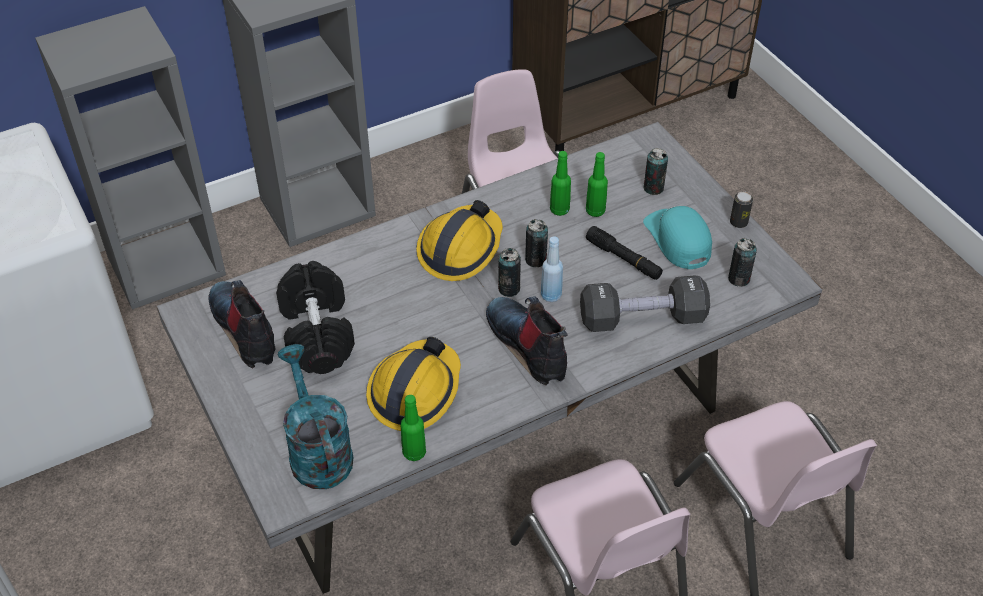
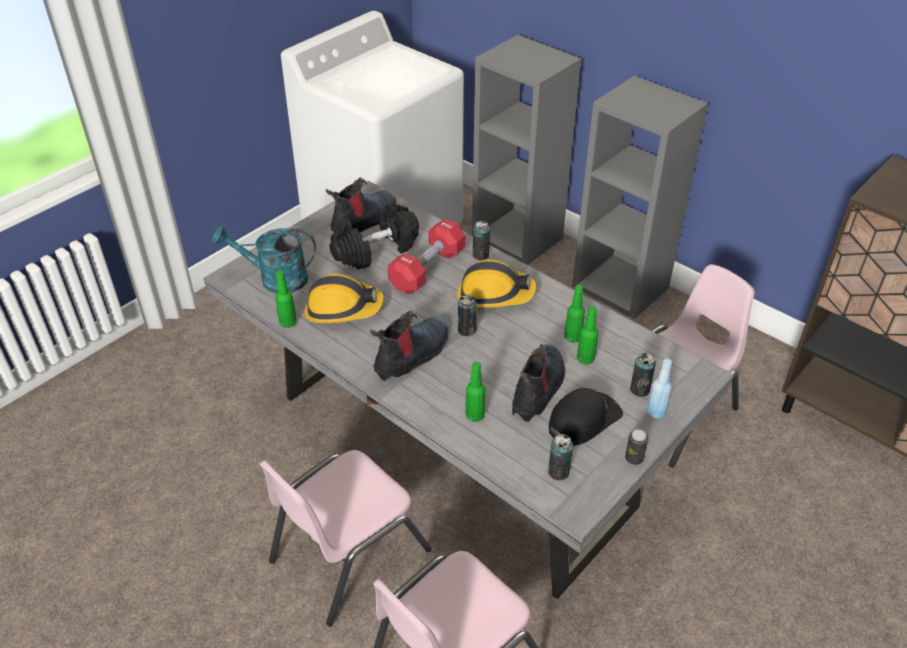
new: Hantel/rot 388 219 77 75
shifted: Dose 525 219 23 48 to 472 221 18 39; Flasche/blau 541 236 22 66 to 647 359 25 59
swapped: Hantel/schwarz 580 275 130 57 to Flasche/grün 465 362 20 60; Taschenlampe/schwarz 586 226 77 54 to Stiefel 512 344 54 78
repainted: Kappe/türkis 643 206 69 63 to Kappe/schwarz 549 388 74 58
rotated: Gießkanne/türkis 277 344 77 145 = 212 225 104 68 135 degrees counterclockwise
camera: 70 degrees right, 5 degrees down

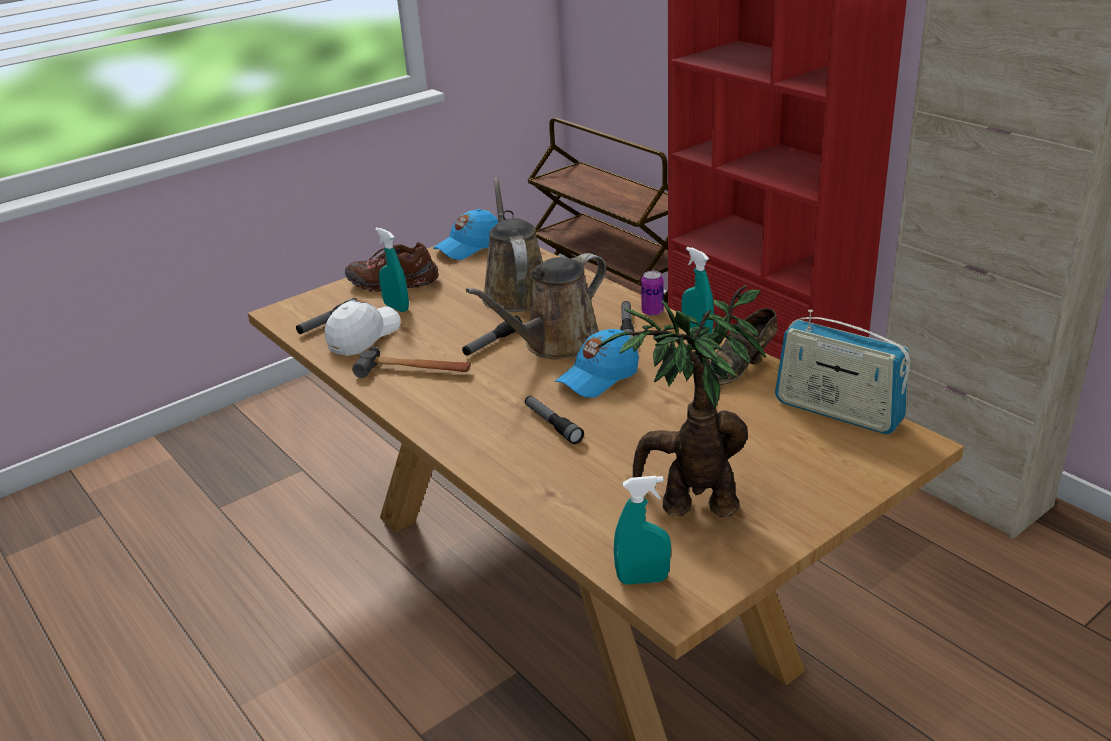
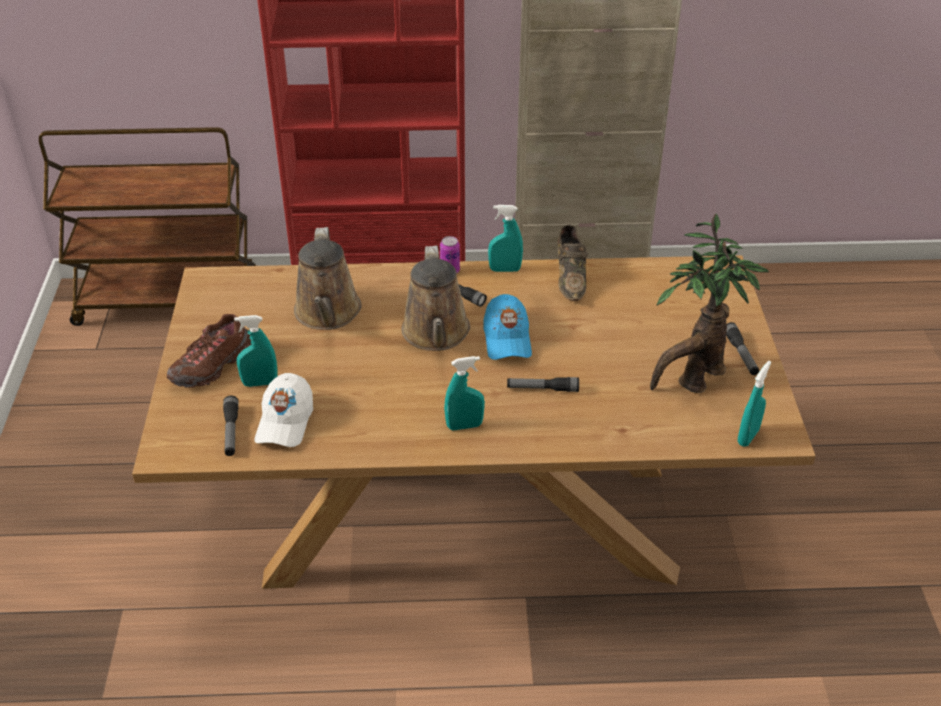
gone: Hammer 352 347 119 31; Kappe/blau 433 209 66 51; Radio 775 309 135 125
new: Sprühflasche/türkis 444 356 41 75
shifted: Taschenlampe 462 315 60 41 to 726 322 33 53
rotated: Kappe/weiß 325 300 76 56 = 254 373 59 74 150 degrees counterclockwise; Gießkanne/braun 482 177 61 135 = 294 227 68 103 120 degrees counterclockwise
camera: 55 degrees left, 10 degrees up

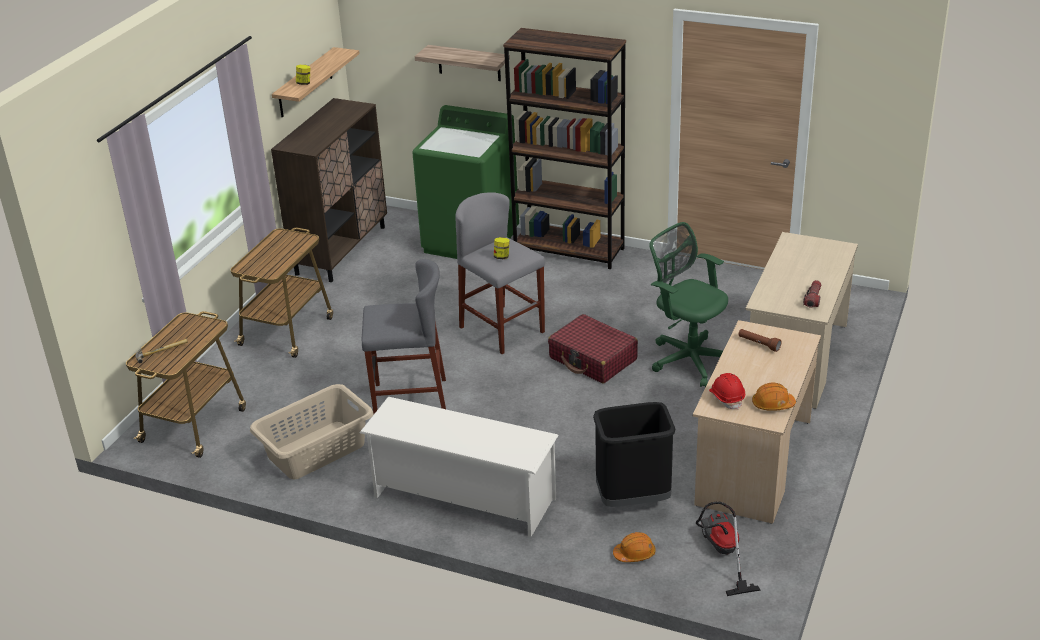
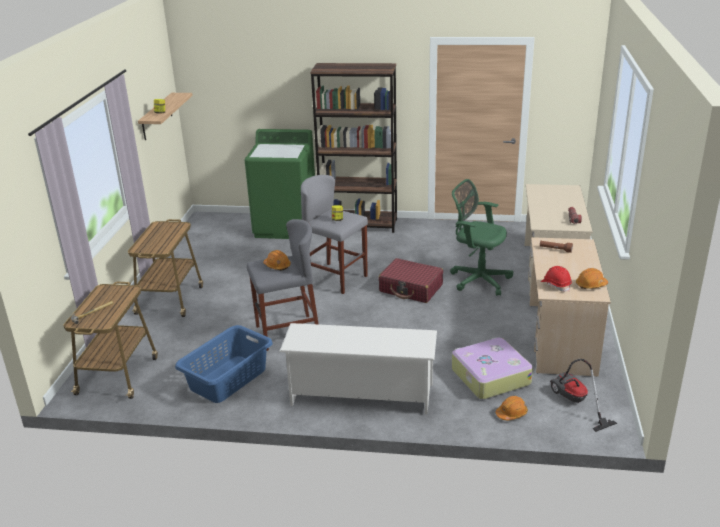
gone: Schrank/braun 271 98 116 184; Wandregal 415 45 95 36
new: Schutzhelm/orange 263 250 28 21
swapped: Mülleimer/schwarz 593 402 82 105 to Koffer 452 337 81 62
repainted: Wäschekorb/beige 250 384 123 95 to Wäschekorb/blau 175 325 98 78
camera: 15 degrees left, 5 degrees down

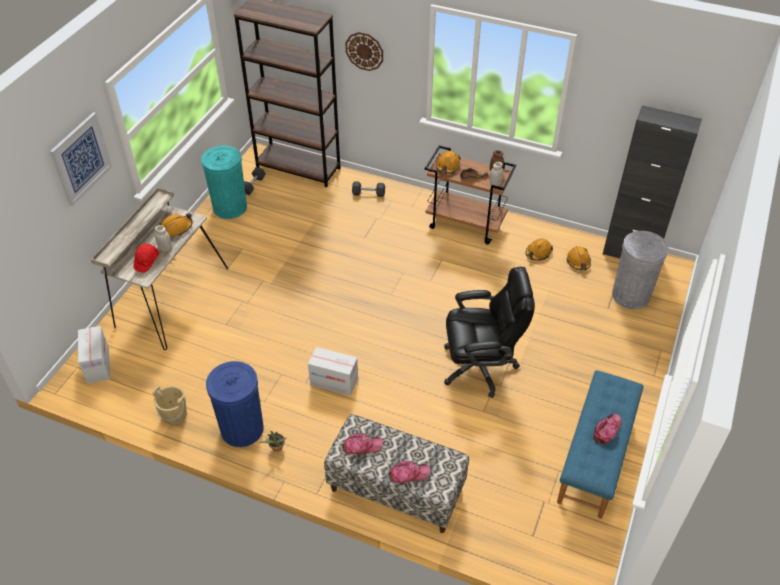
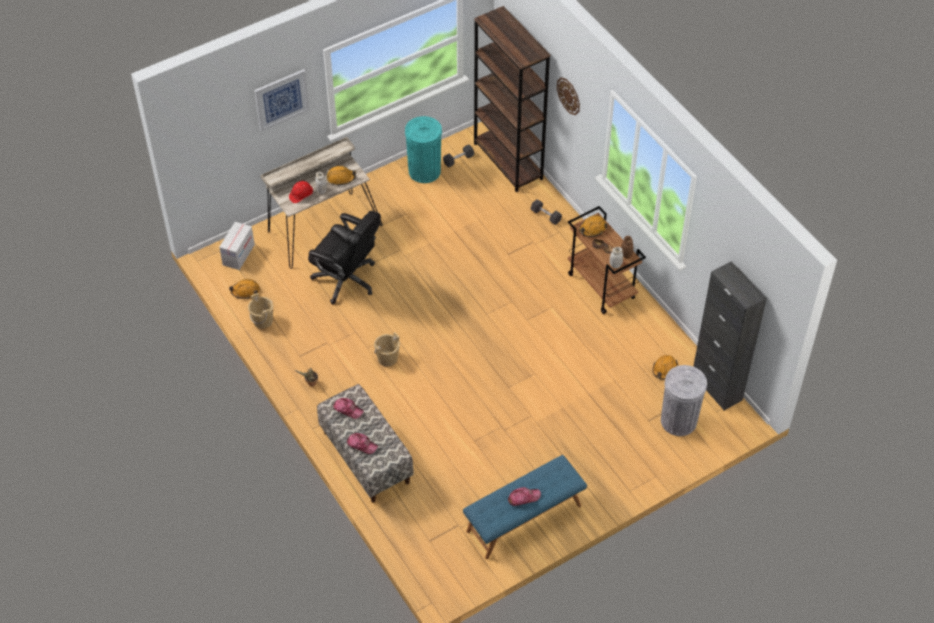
gone: Mülleimer/blau 206 361 57 86
shifted: Bürostuhl/schwarz 444 267 91 131 to 308 211 73 93; Schutzhelm/orange 525 238 28 23 to 229 279 31 20
swapped: Karton 308 347 50 49 to Eimer/beige 374 332 26 35
camera: 35 degrees right, 5 degrees up

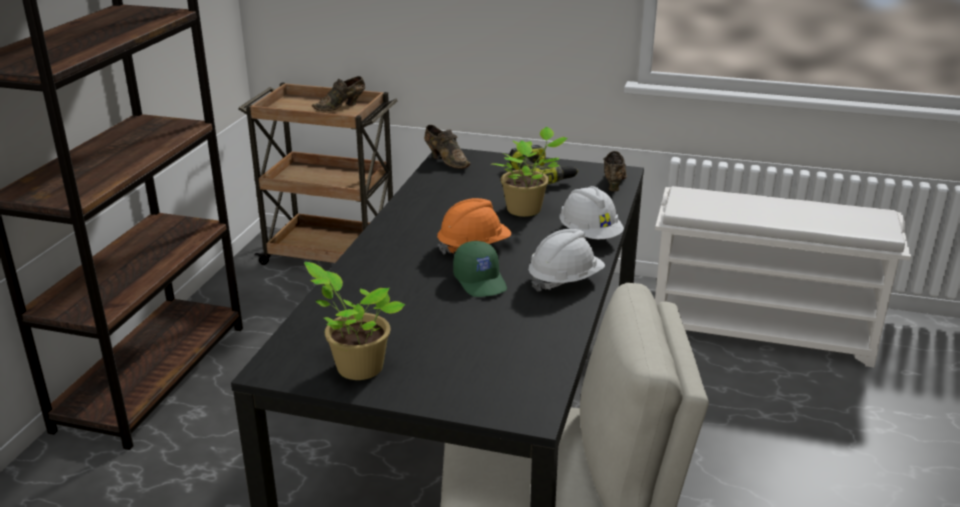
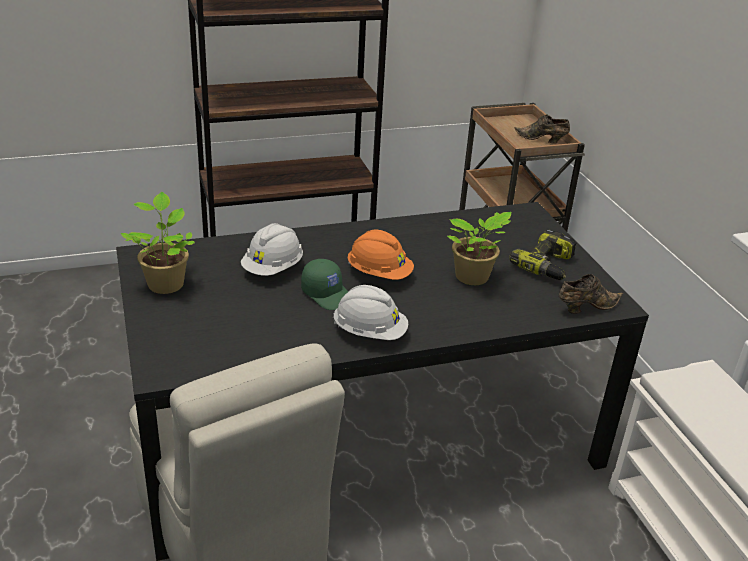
gone: Schuh/braun 424 125 47 44
shifted: Schutzhelm/weiß 559 186 65 53 to 241 223 62 53
rotated: Kappe/grün 453 241 54 56 = 301 259 47 51 75 degrees counterclockwise
camera: 55 degrees right, 5 degrees up

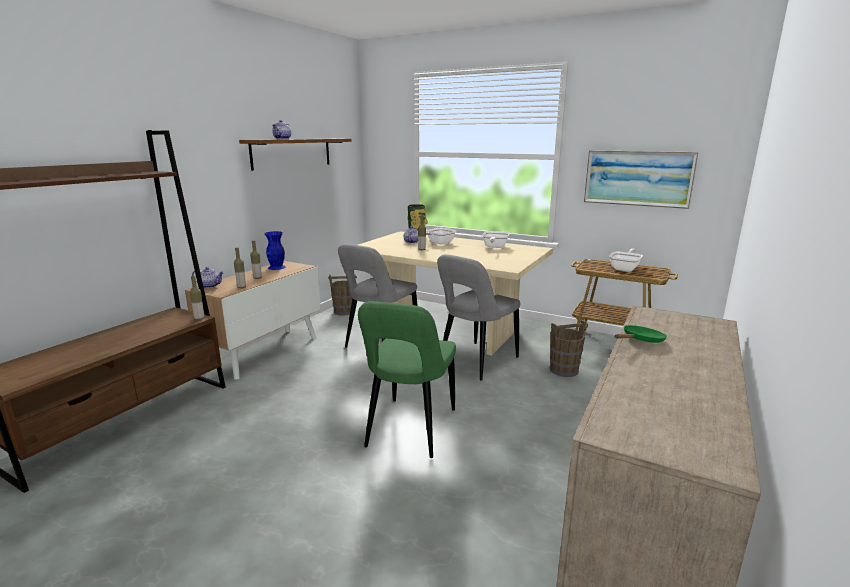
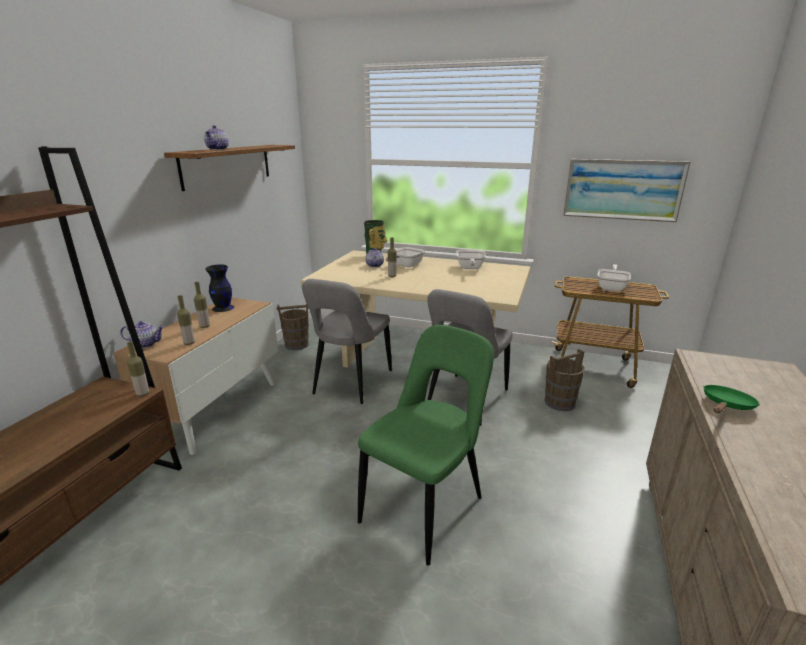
repainted: Vase/blau 265 231 21 39 to Vase/schwarz 205 264 29 48
rotated: Stuhl/grün 358 301 98 157 = 358 325 136 241 150 degrees counterclockwise
camera: 10 degrees left, 5 degrees up

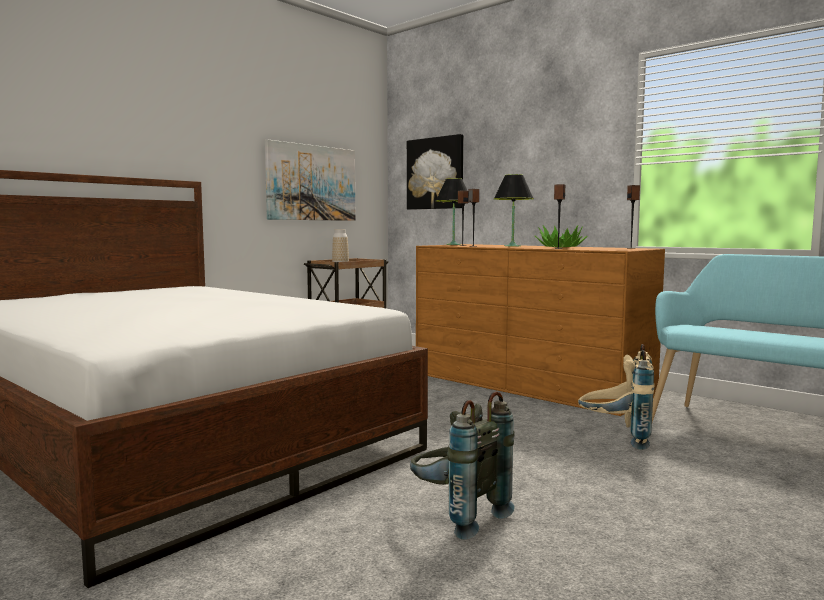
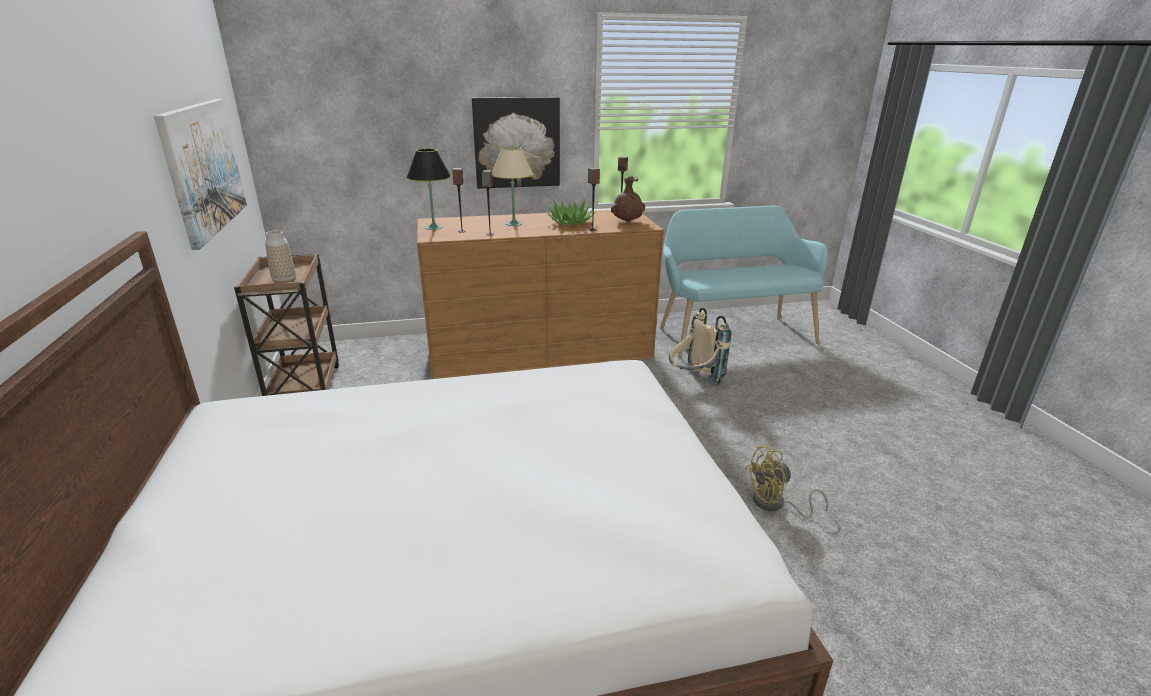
new: Vase/braun 611 176 34 46
shifted: Bild 407 134 56 76 to 472 97 88 92
swapped: Rucksack/grau 410 391 105 149 to Ventilator/gelb 745 446 83 72
repainted: Tischlampe/schwarz 494 174 40 72 to Tischlampe/beige 492 147 42 79
camera: 55 degrees left, 20 degrees up

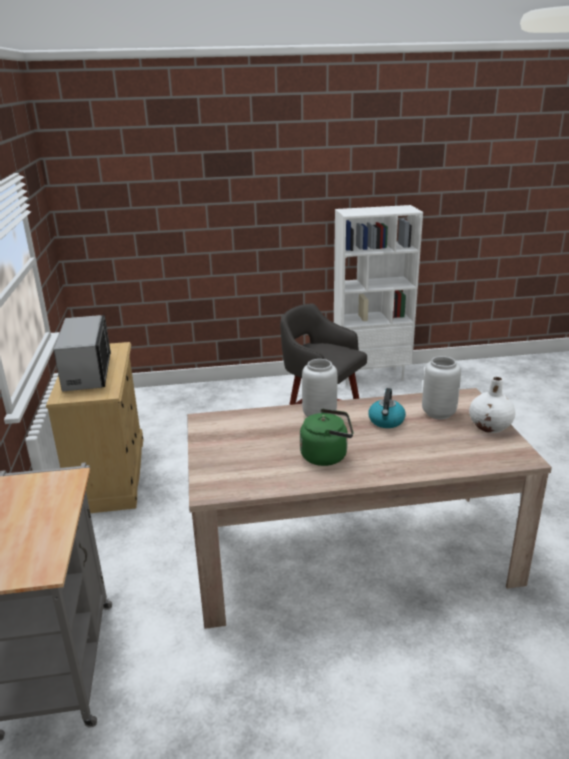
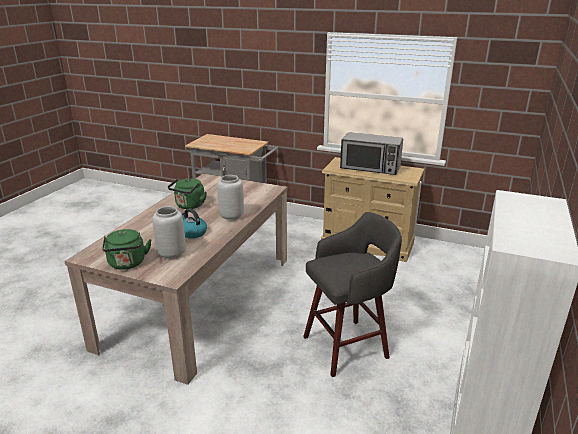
swapped: Vase/weiß 469 377 46 56 to Wasserkessel/grün 102 229 49 41
camera: 120 degrees right, 0 degrees up

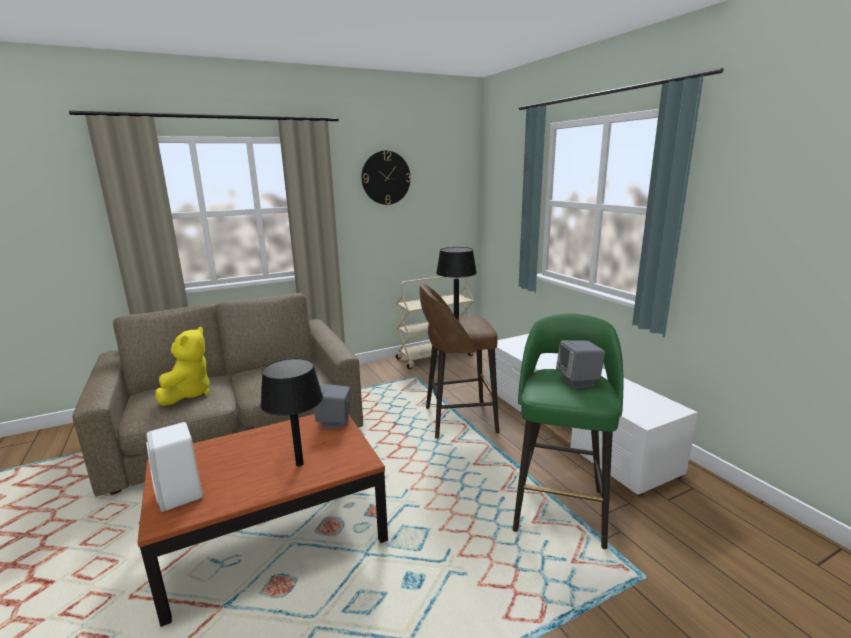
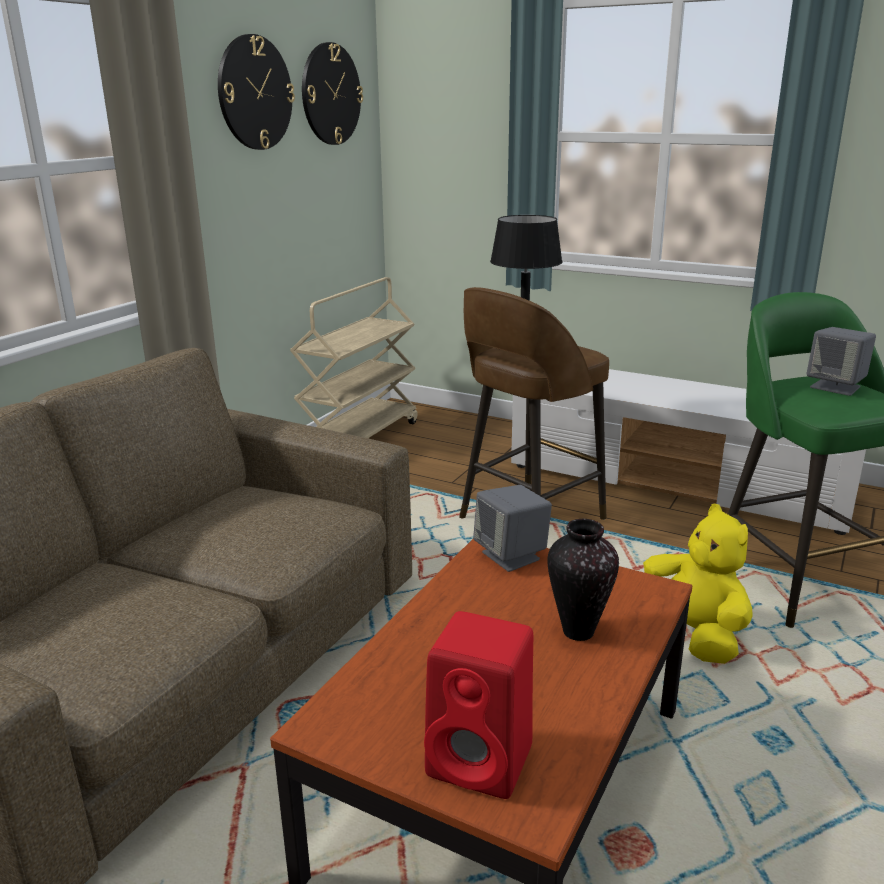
new: Wanduhr 302 42 61 103
shifted: Plüschtier/gelb 155 327 55 79 to 643 504 110 160
swapped: Tischlampe/schwarz 260 358 63 108 to Vase 548 519 71 122
repainted: Lautsprecher/weiß 146 422 57 90 to Lautsprecher/rot 424 611 109 188
camera: 35 degrees left, 5 degrees up

